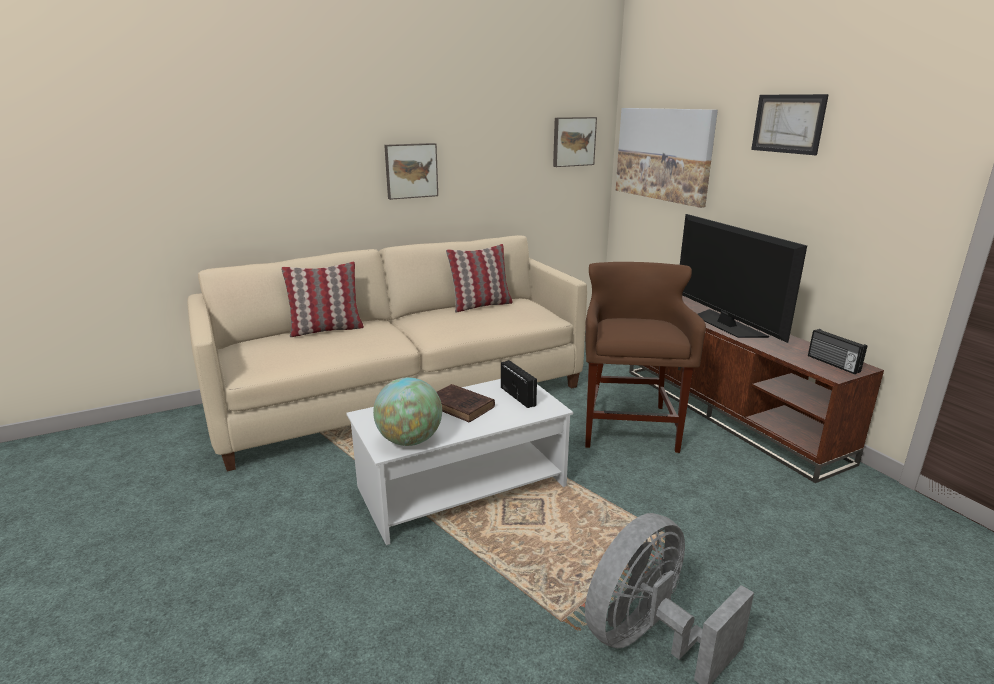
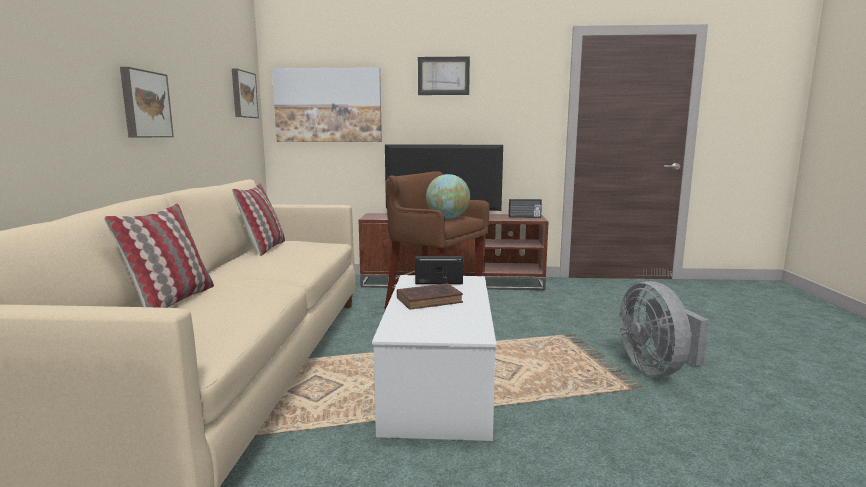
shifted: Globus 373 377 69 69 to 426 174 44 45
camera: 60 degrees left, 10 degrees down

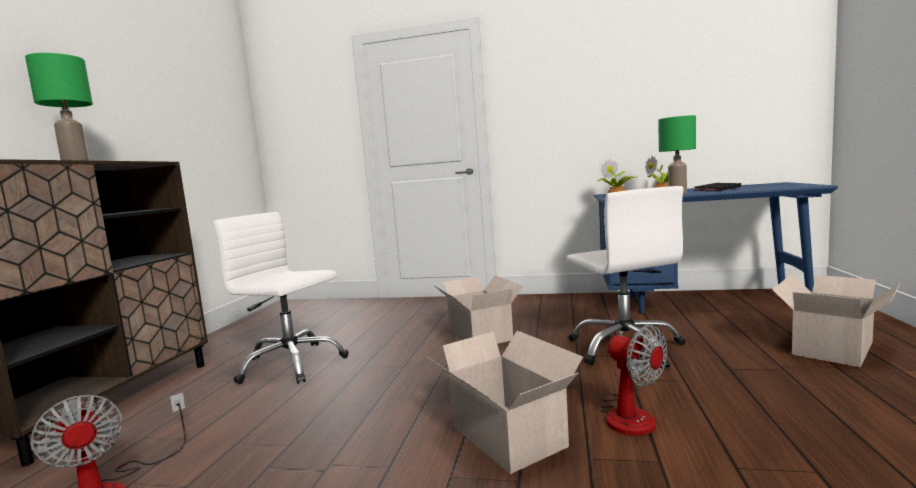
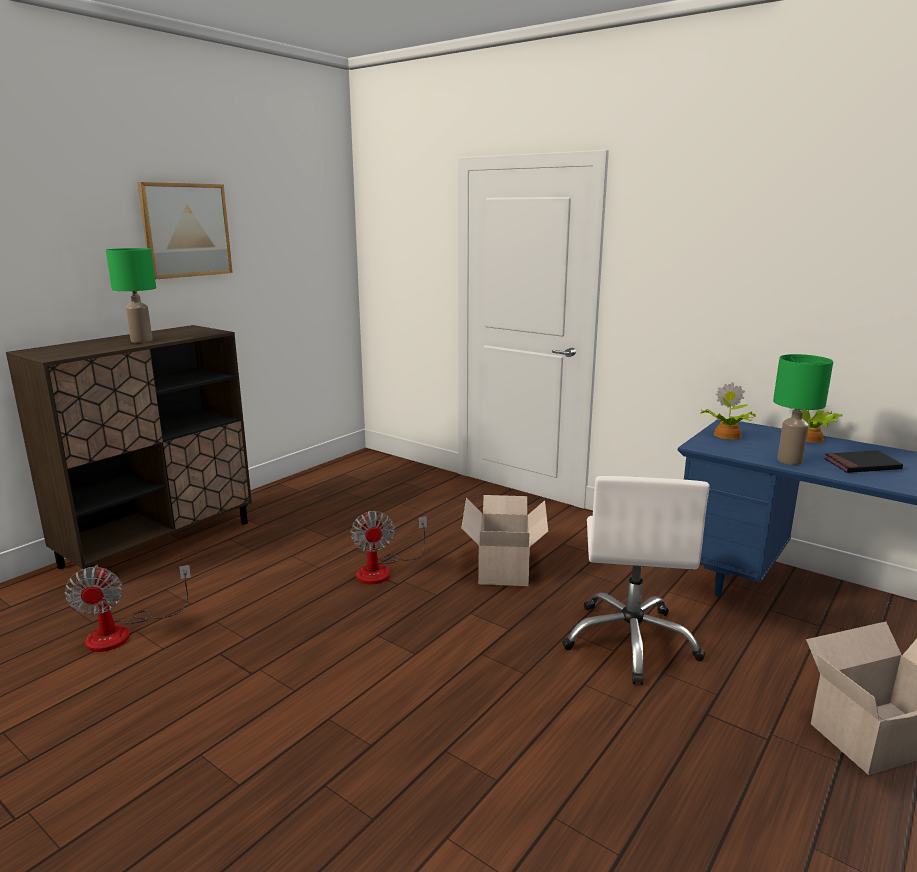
gone: Bürostuhl/weiß 214 212 135 172; Karton 426 330 157 144
new: Bild 137 182 96 97
shifted: Ventilator 600 325 67 111 to 350 511 77 73
camera: 25 degrees right, 10 degrees up

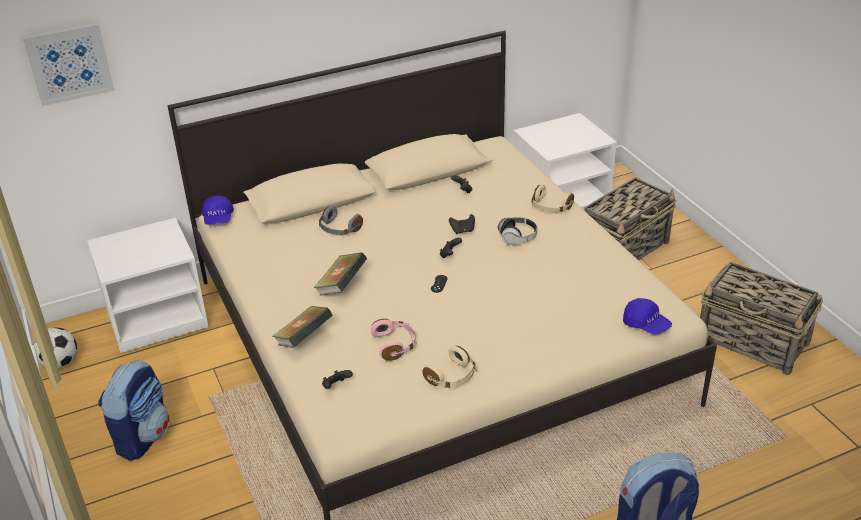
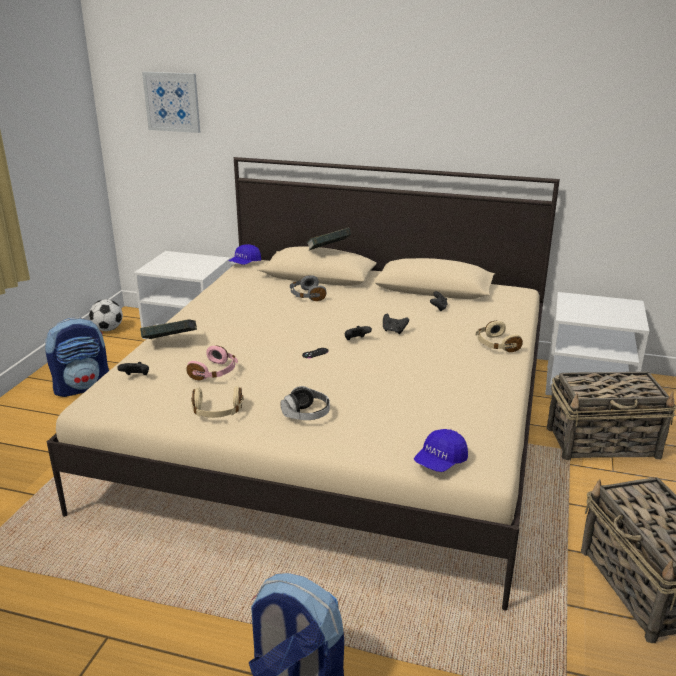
shifted: Buch 314 252 53 44 to 306 228 45 22; Kopfhörer 498 217 39 28 to 280 386 50 34
rotated: Kappe/blau 623 298 49 37 = 414 429 54 43 45 degrees clockwise
camera: 40 degrees right, 10 degrees down

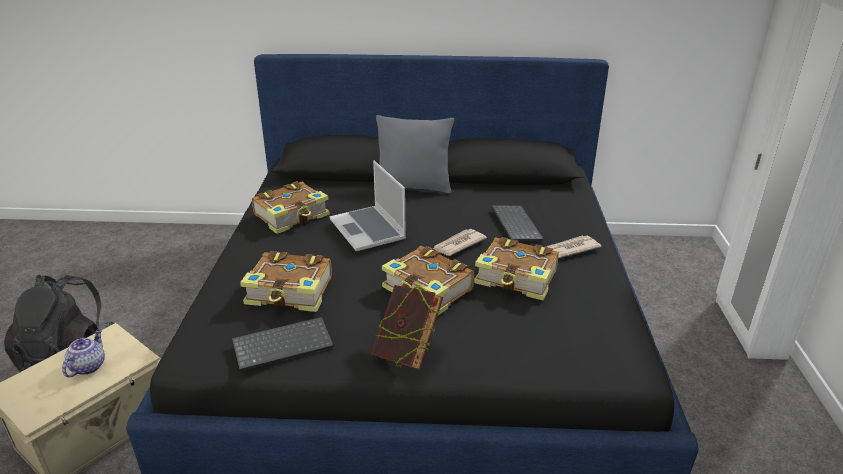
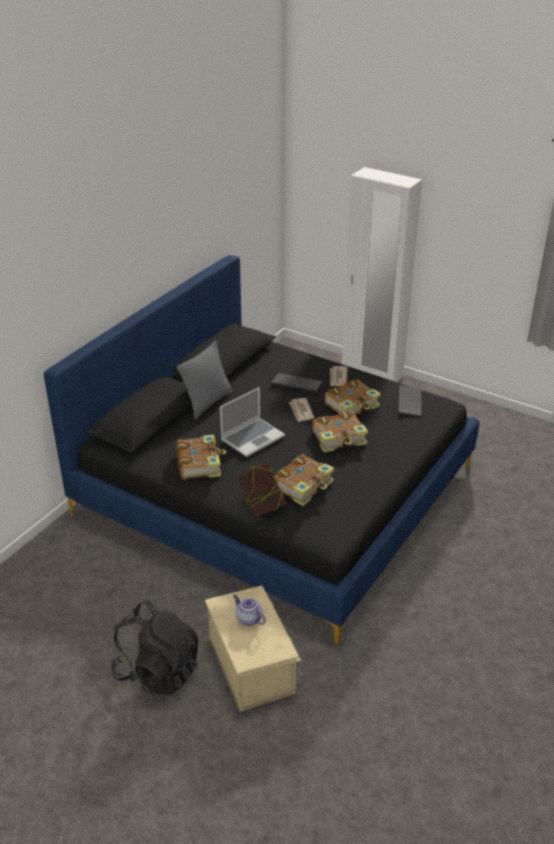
shifted: Tastatur 232 317 101 54 to 398 385 24 32; Buch 371 285 72 85 to 237 462 49 55
rotated: Laptop 329 161 77 90 = 220 387 65 70 45 degrees counterclockwise
camera: 60 degrees left, 5 degrees up

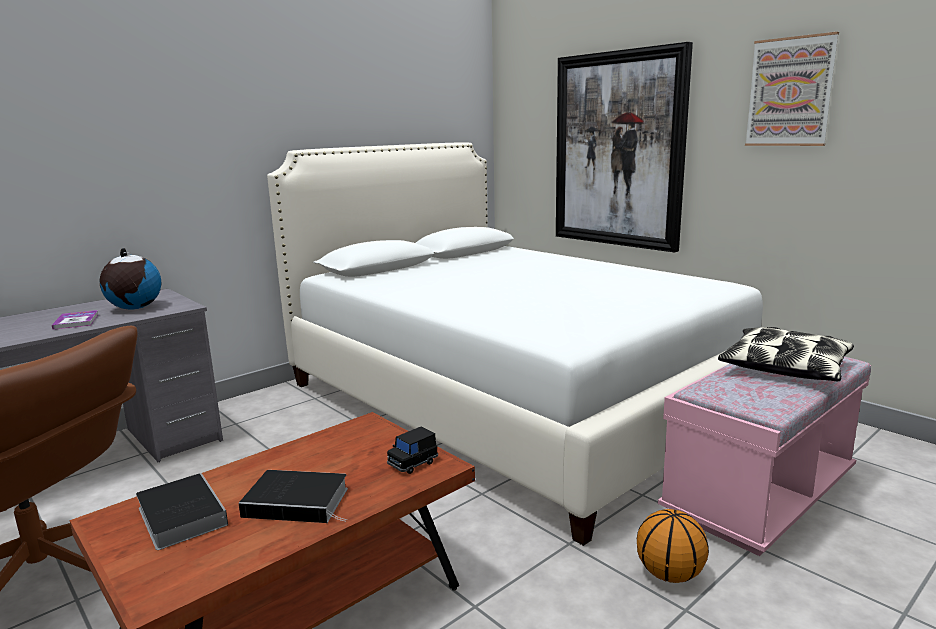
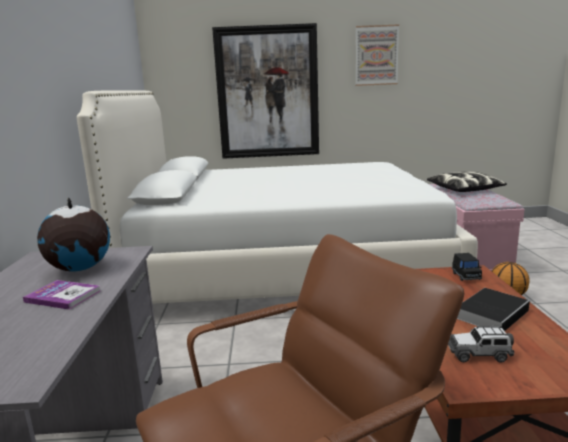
swapped: Buch 136 473 92 77 to Spielzeugauto 448 326 66 37
camera: 50 degrees left, 0 degrees up

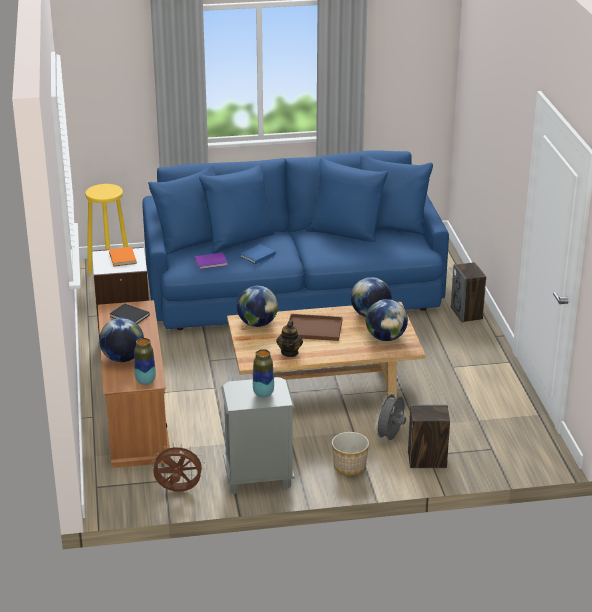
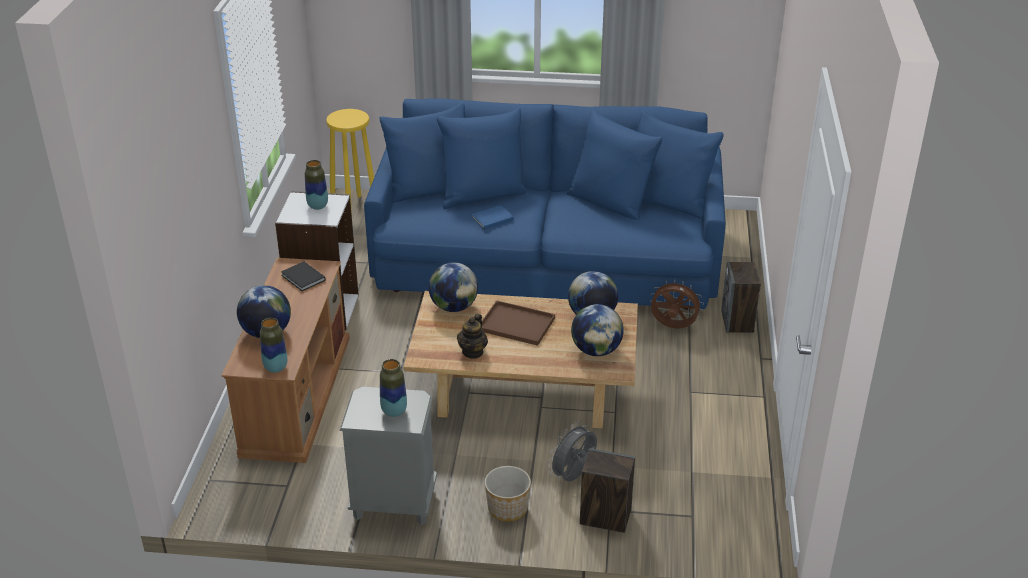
gone: Buch/lila 195 253 33 17
shifted: Ventilator/braun 151 443 54 49 to 650 279 54 49
swapped: Buch/orange 109 247 28 20 to Vase 305 160 23 50
camera: 15 degrees right, 5 degrees up

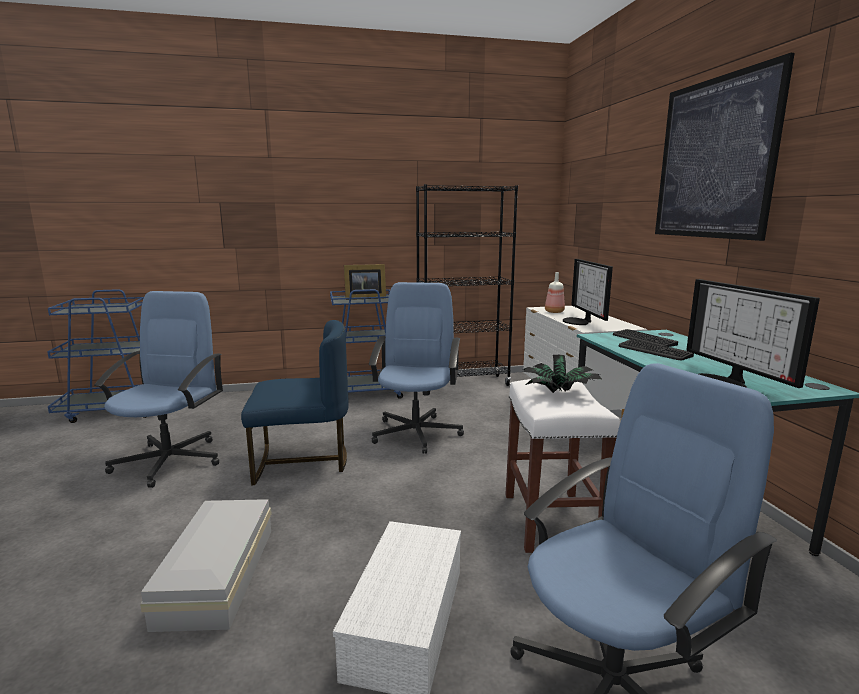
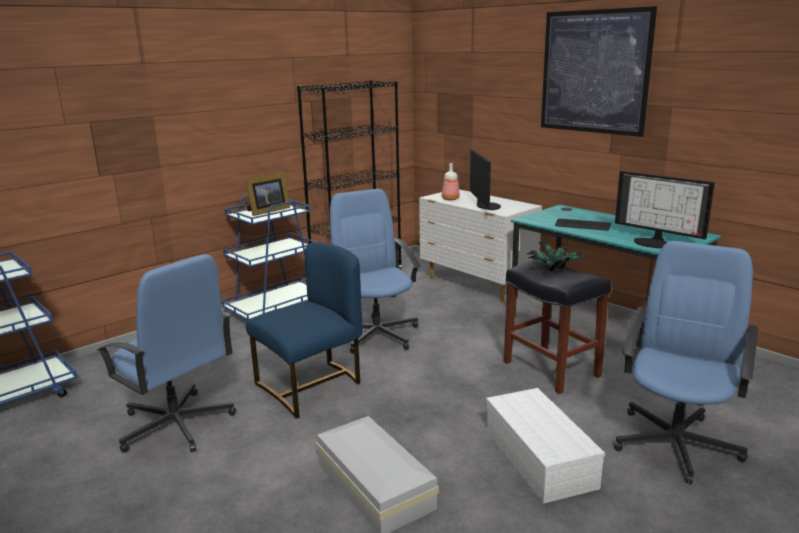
gone: Tastatur 613 329 65 18
repainted: Hocker/weiß 505 379 115 174 to Hocker/schwarz 504 260 107 134
rotated: Bürostuhl/blau 94 291 129 197 = 97 254 139 199 150 degrees clockwise; Monitor 563 259 50 66 = 470 150 31 60 150 degrees counterclockwise
camera: 30 degrees left, 5 degrees up

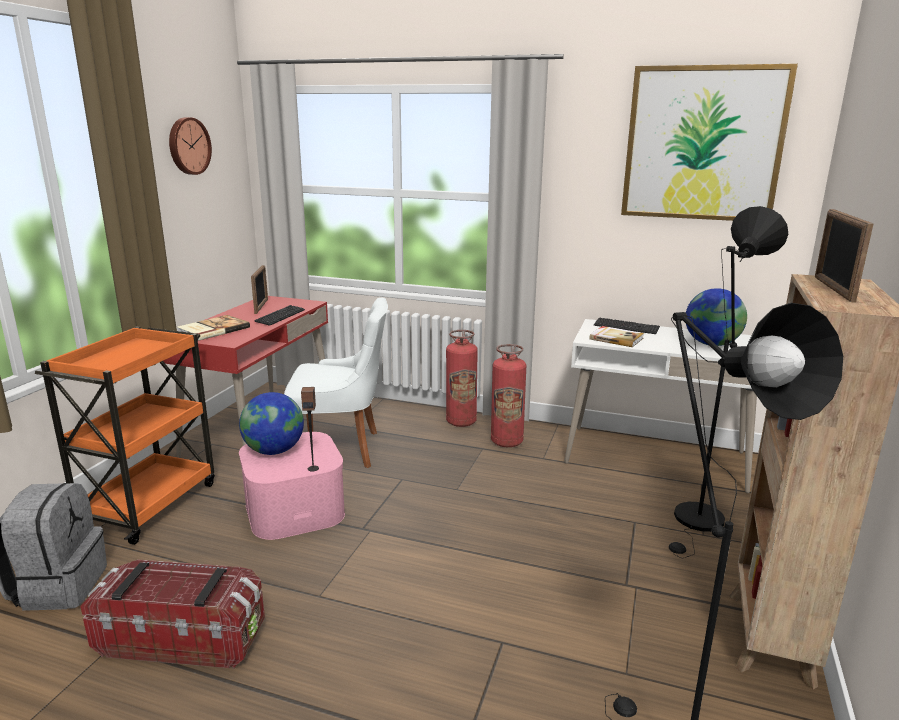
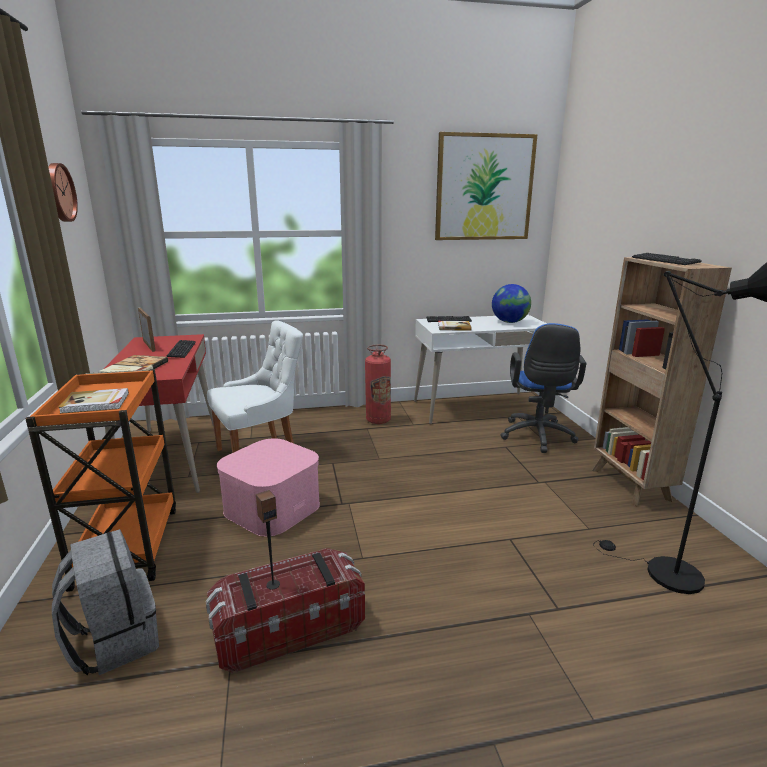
gone: Globus 239 392 65 63; Feuerlöscher 446 330 32 97
new: Buch 58 388 71 26
shifted: Lautsprecher 301 387 18 84 to 256 490 24 100
swapped: Stehlampe/schwarz 668 206 120 352 to Bürostuhl/blau 500 323 86 130; Bilderrahmen 815 209 58 94 to Tastatur 632 253 70 12
camera: 30 degrees left, 0 degrees up

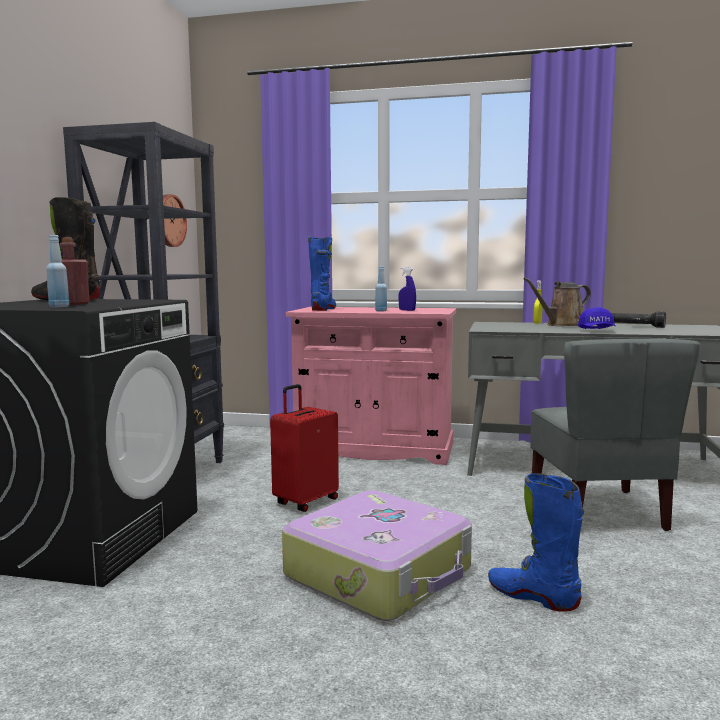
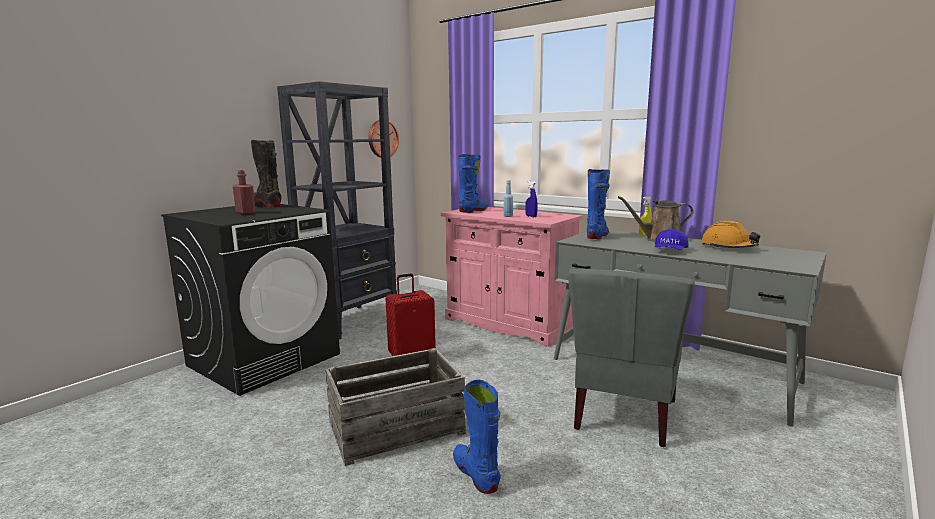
gone: Flasche/blau 46 235 23 72
new: Stiefel/blau 587 169 23 70
swapped: Koffer 282 490 190 131 to Kiste 325 348 141 118; Taschenlampe/schwarz 611 311 55 17 to Schutzhelm/orange 701 221 59 27
camera: 25 degrees right, 5 degrees up

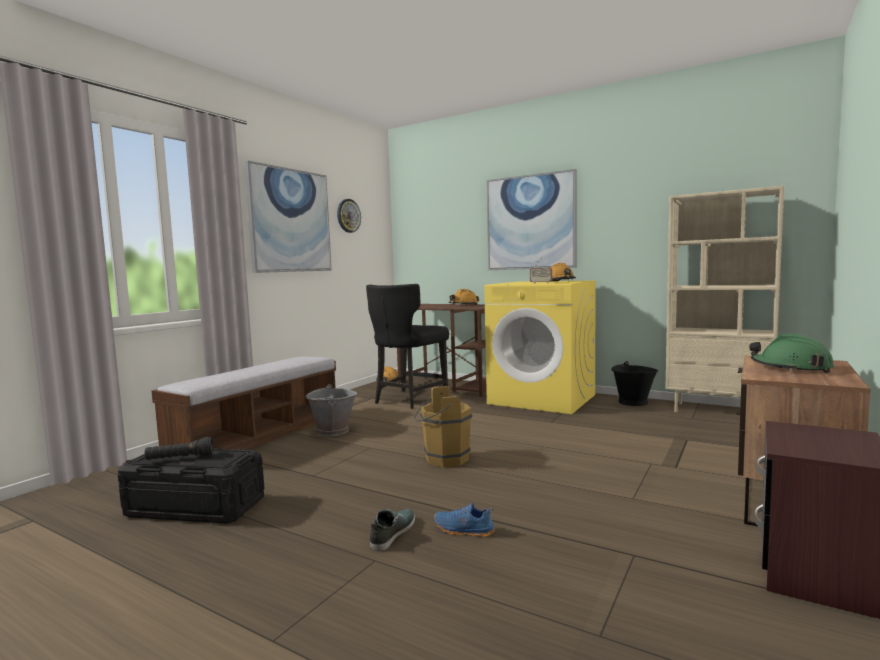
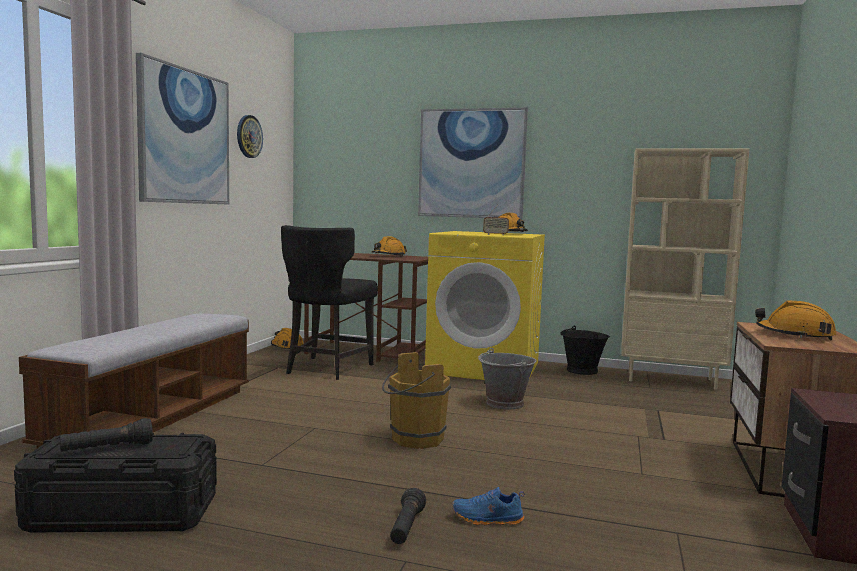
shifted: Eimer/grau 306 384 51 53 to 478 348 59 61
swapped: Schuh 370 509 45 42 to Taschenlampe/schwarz 390 488 36 56
repainted: Schutzhelm/grün 749 334 85 39 to Schutzhelm/orange 755 300 81 40
camera: 15 degrees left, 0 degrees up

